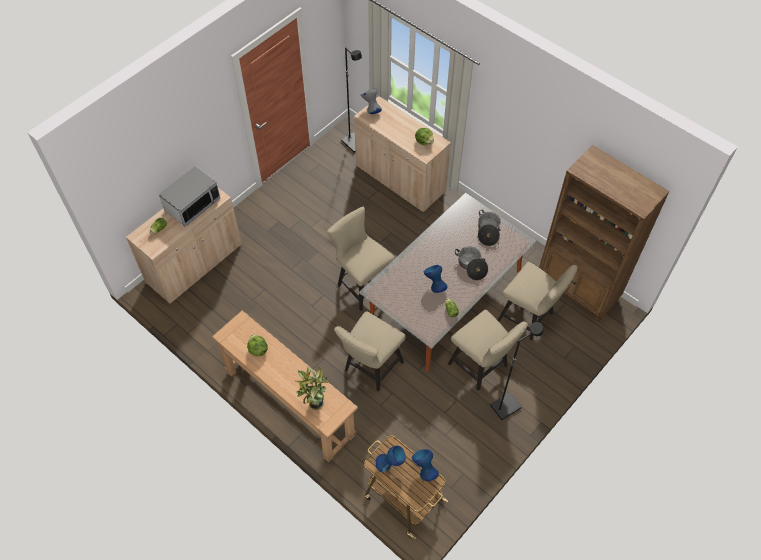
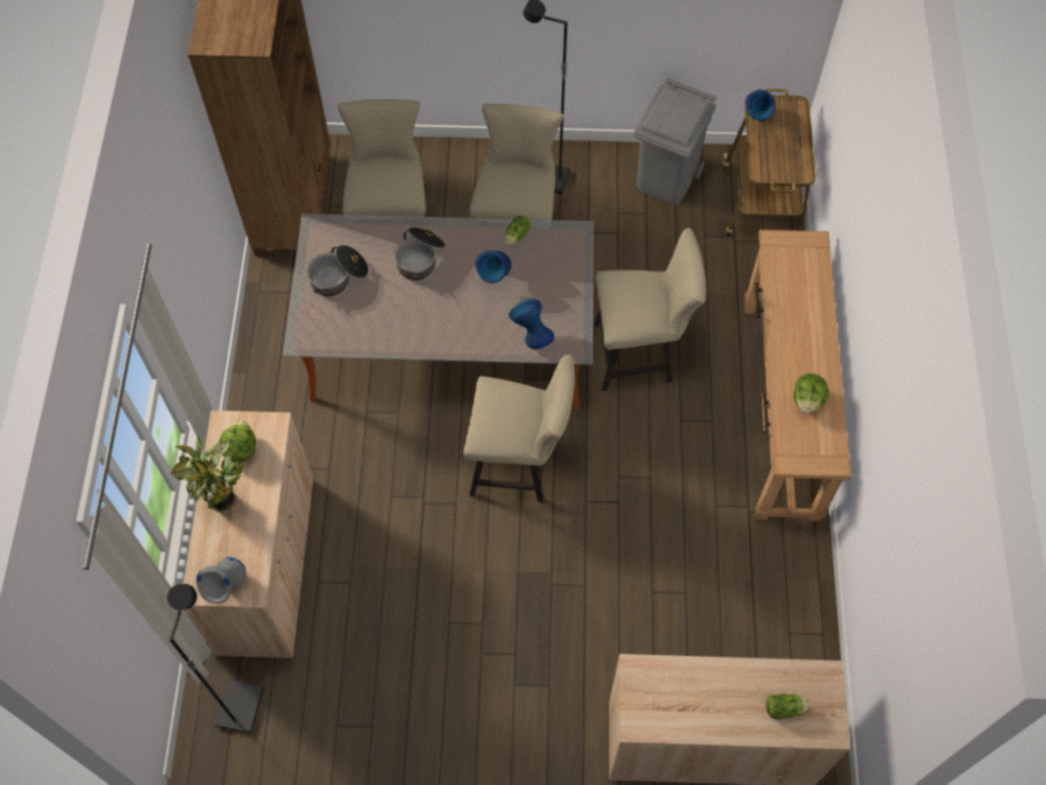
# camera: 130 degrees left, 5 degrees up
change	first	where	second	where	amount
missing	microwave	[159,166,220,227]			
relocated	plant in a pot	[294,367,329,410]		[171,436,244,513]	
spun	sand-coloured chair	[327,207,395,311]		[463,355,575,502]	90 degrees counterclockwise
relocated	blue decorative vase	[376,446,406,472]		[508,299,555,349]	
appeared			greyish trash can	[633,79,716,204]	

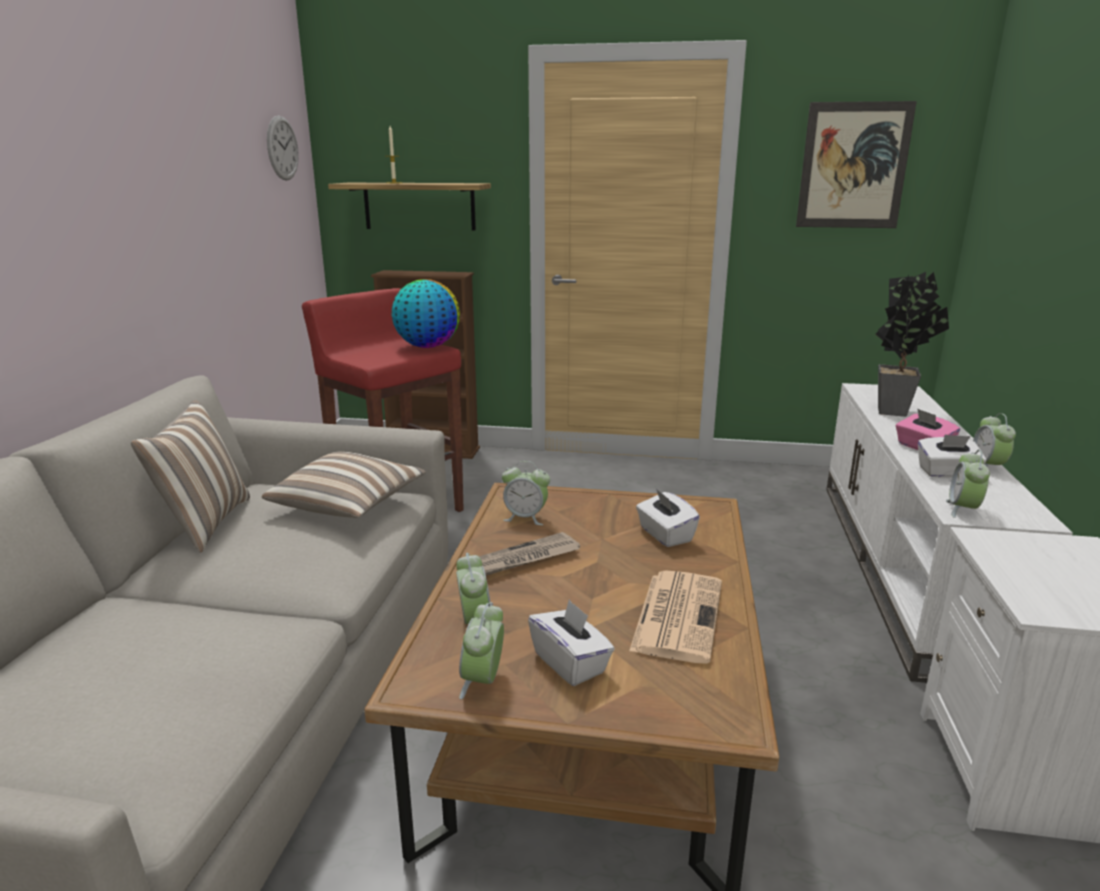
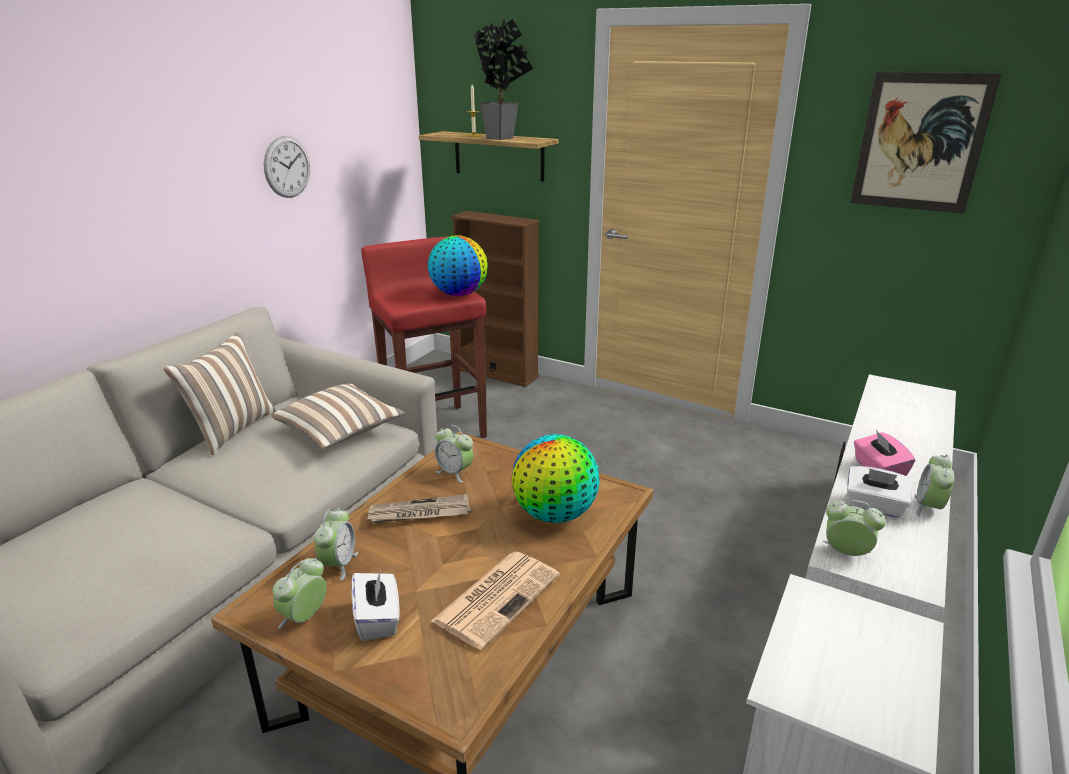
# camera: 20 degrees right, 5 degrees up
change	first	where	second	where	amount
relocated	clock on the wall	[267,115,299,181]		[264,136,310,198]	
exchanged	whitish box of tissues	[636,490,700,547]	world globe	[512,434,600,523]	
relocated	plant in a pot	[876,272,949,417]		[474,19,533,140]	
spun	table clock	[946,449,990,518]		[823,500,886,556]	75 degrees clockwise

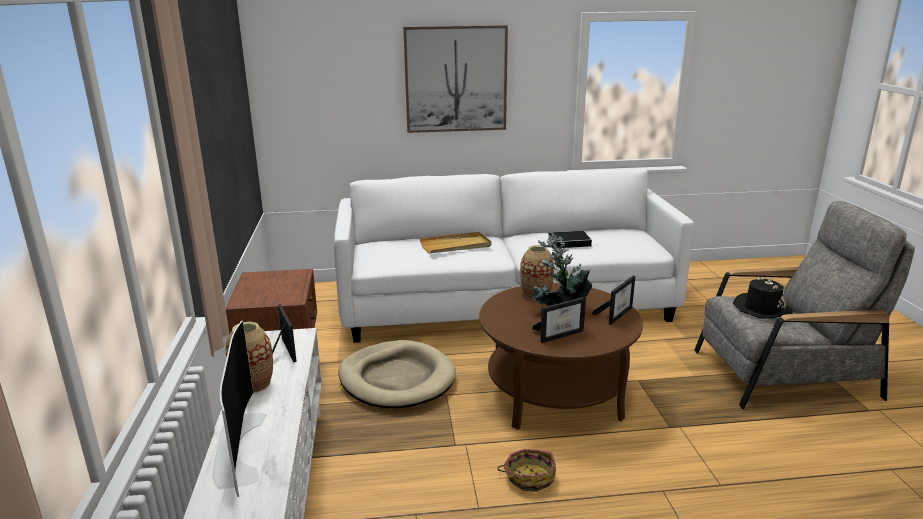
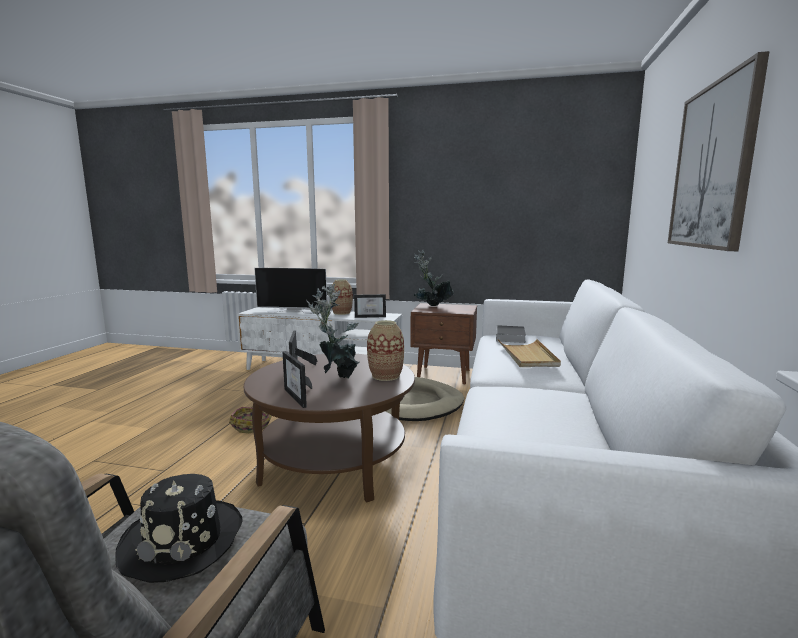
# camera: 110 degrees right, 10 degrees down
change	first	where	second	where	amount
relocated	book	[547,231,597,248]		[496,325,526,343]	
appeared			plant in a pot	[414,249,454,306]	

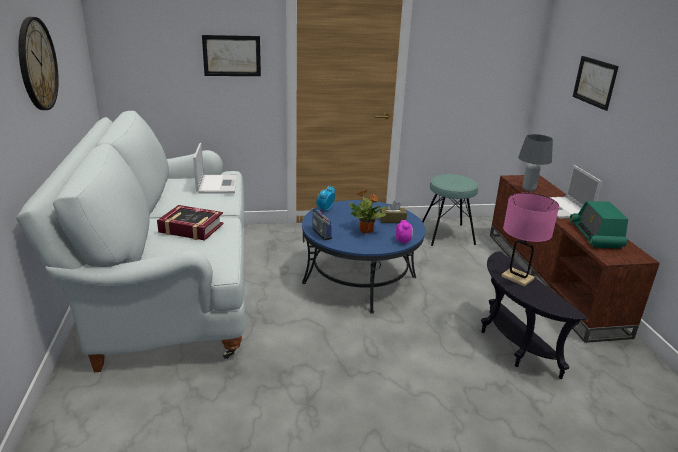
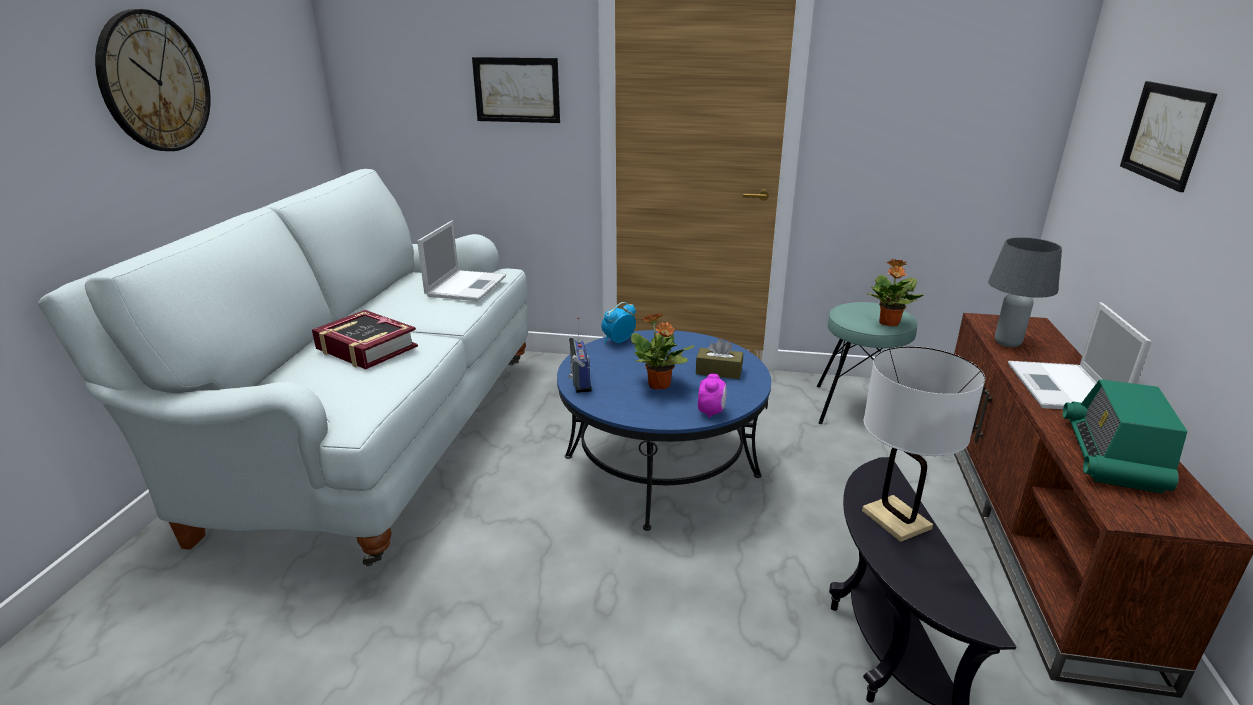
# camera: 20 degrees right, 0 degrees up
change	first	where	second	where	amount
colour	pinkish tabletop lamp	[501,193,559,287]	whitish tabletop lamp	[862,346,985,542]	
appeared			plant in a pot	[867,259,925,327]	

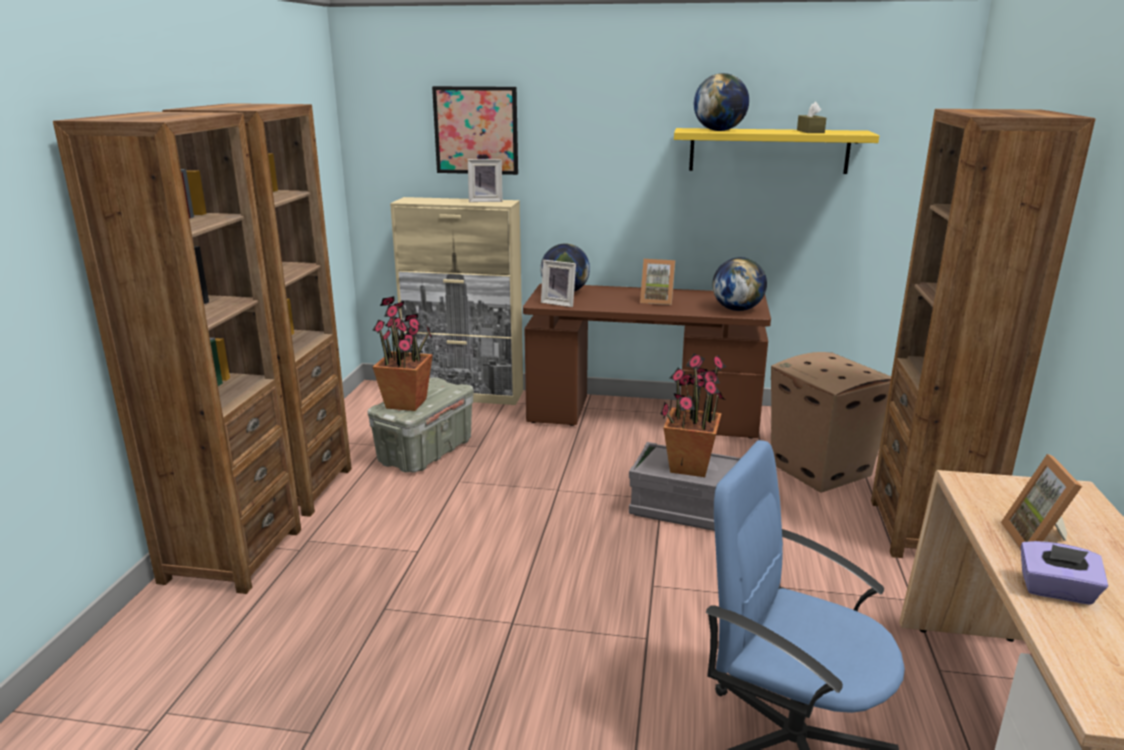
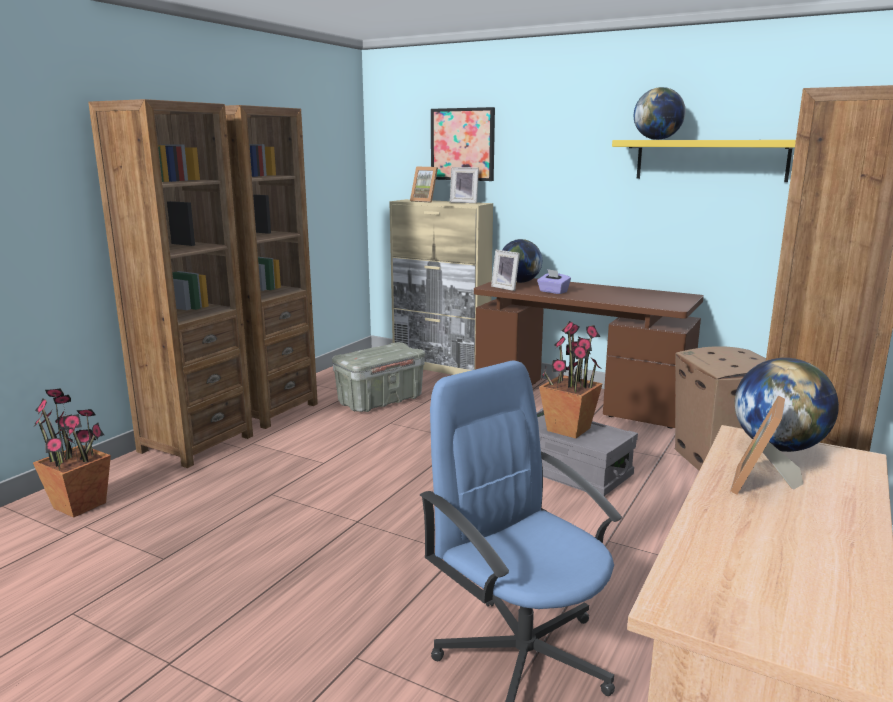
# camera: 20 degrees right, 5 degrees down
change	first	where	second	where	amount
relocated	plant in a pot	[372,296,433,411]		[32,388,111,518]	
relocated	standing frame	[640,259,675,305]		[410,167,438,203]	
relocated	world globe	[712,257,767,311]		[735,358,839,452]	
missing	brownish box of tissues	[797,102,826,133]			
relocated	purple box of tissues	[1021,541,1108,605]		[537,269,571,294]	

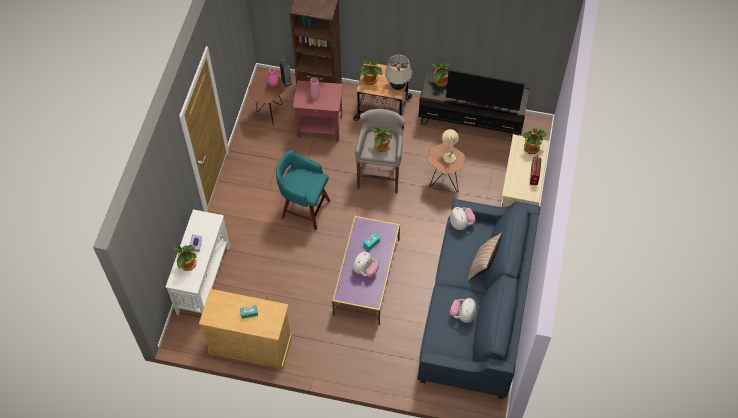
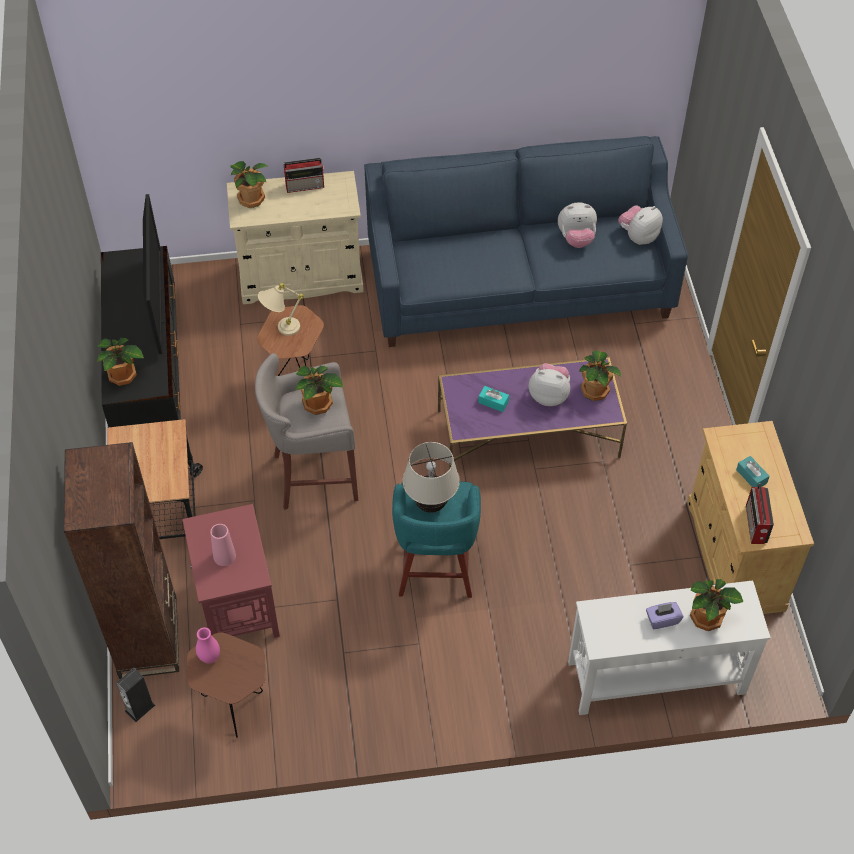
# camera: 110 degrees left, 5 degrees down
change	first	where	second	where	amount
relocated	plant in a pot	[360,59,382,85]		[579,350,621,401]	
relocated	sand-coloured tabletop lamp	[385,55,412,90]		[403,442,460,513]	
relocated	soft toy	[450,207,476,230]		[618,205,663,245]	
missing	pillow	[468,233,502,281]			
appeared			radio receiver	[746,483,774,544]	

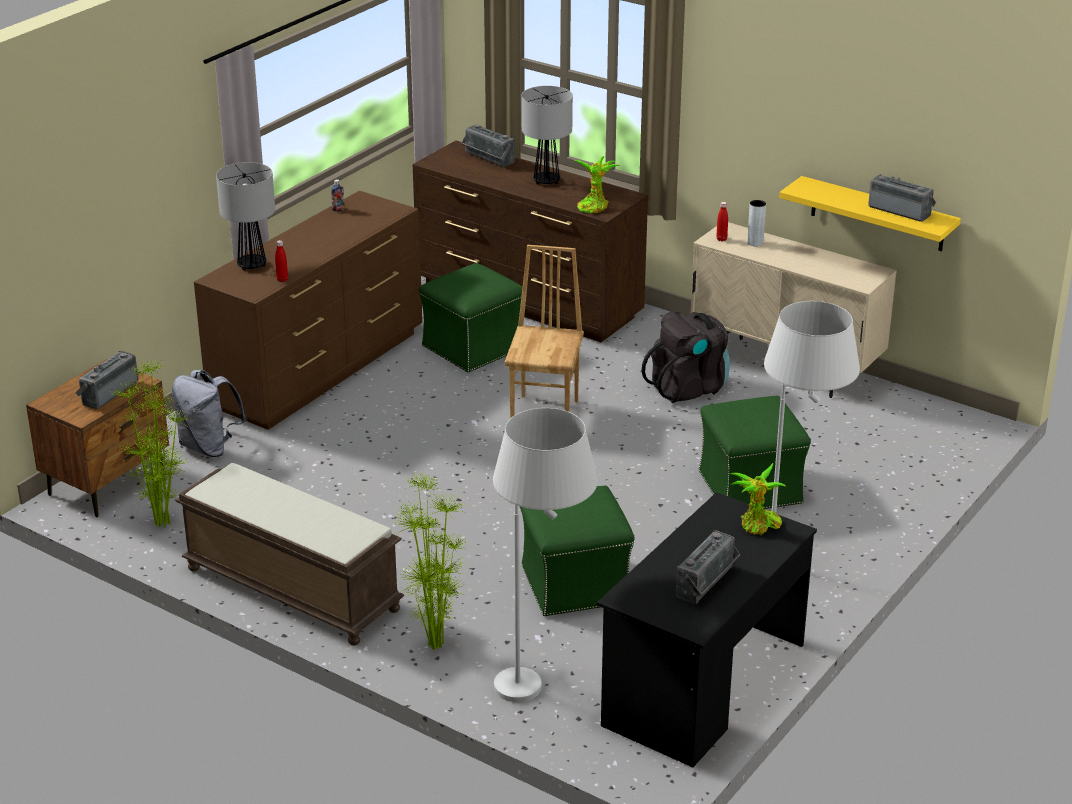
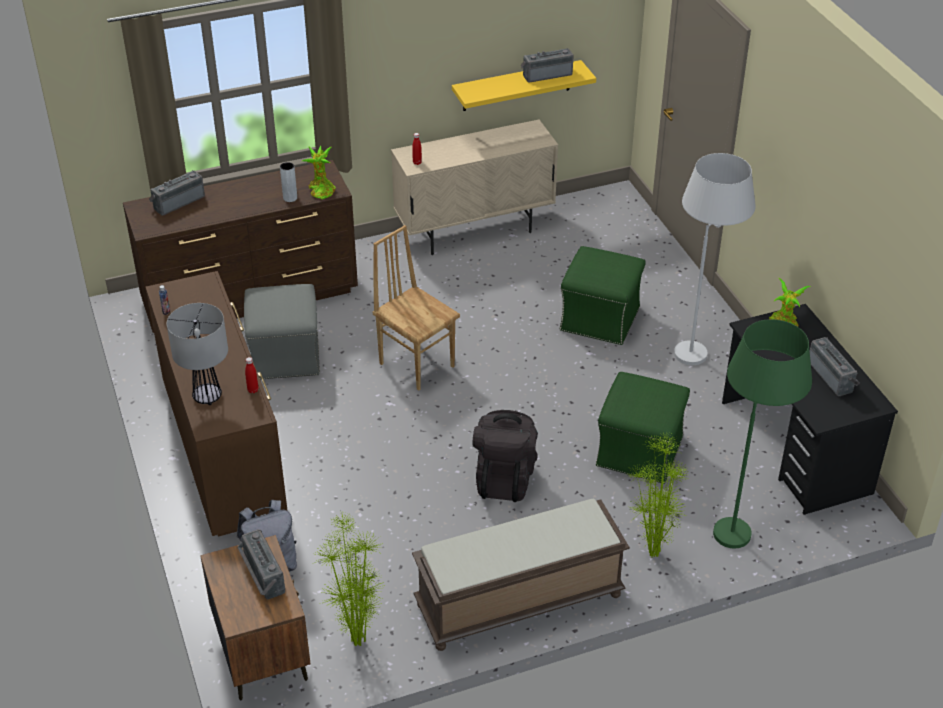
# camera: 55 degrees left, 10 degrees up
change	first	where	second	where	amount
colour	greenish footrest	[419,263,523,373]	greyish footrest	[244,284,320,380]	
spun	radio receiver	[461,124,515,167]		[149,170,205,216]	150 degrees clockwise
colour	whitish standard lamp	[493,408,598,702]	greenish standard lamp	[713,319,812,548]	
missing	tabletop lamp	[521,86,573,184]			
relocated	blackish knapsack	[641,312,730,403]		[472,410,538,502]	
relocated	greyish decorative vase	[747,200,766,246]		[280,162,297,202]	

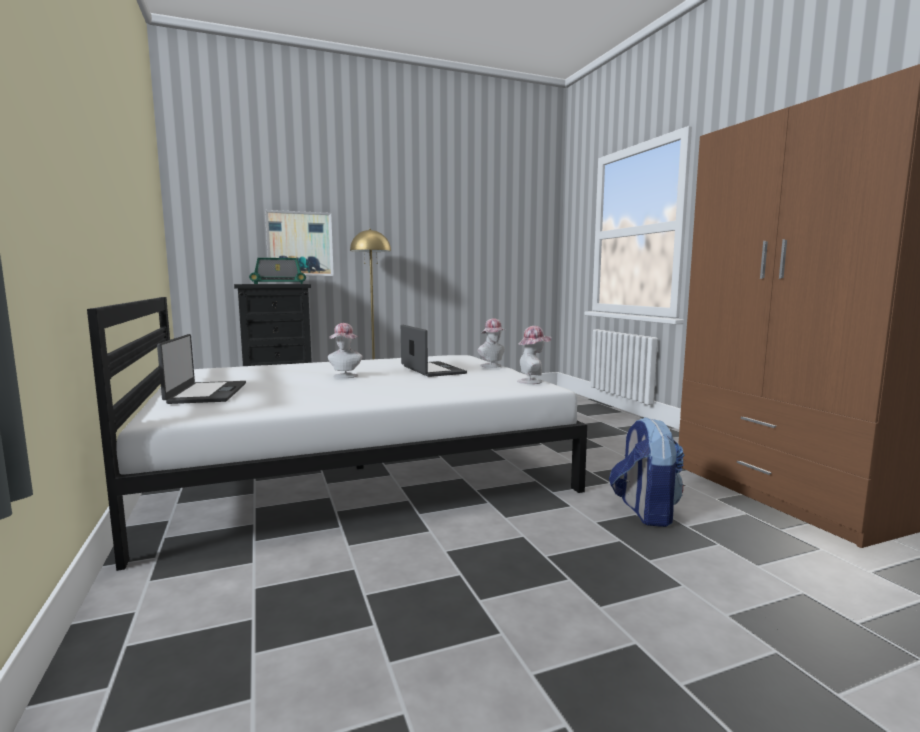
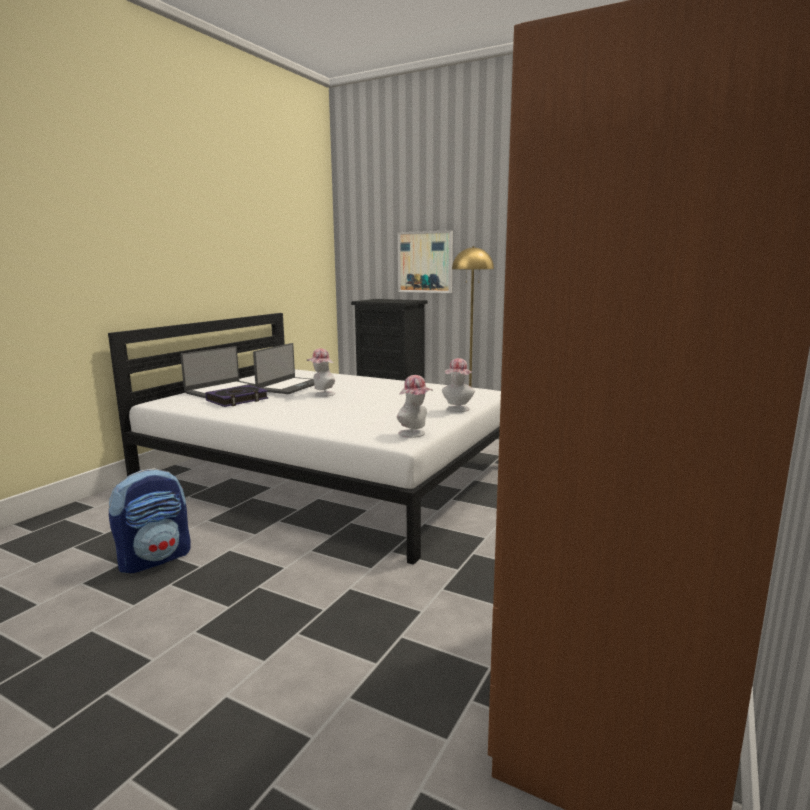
# camera: 50 degrees right, 5 degrees up
change	first	where	second	where	amount
missing	radio receiver	[249,258,306,284]			
relocated	portable computer	[401,325,467,377]		[253,343,314,394]	
relocated	knapsack	[609,417,685,527]		[109,468,191,573]	
appeared			book	[205,385,268,407]	

